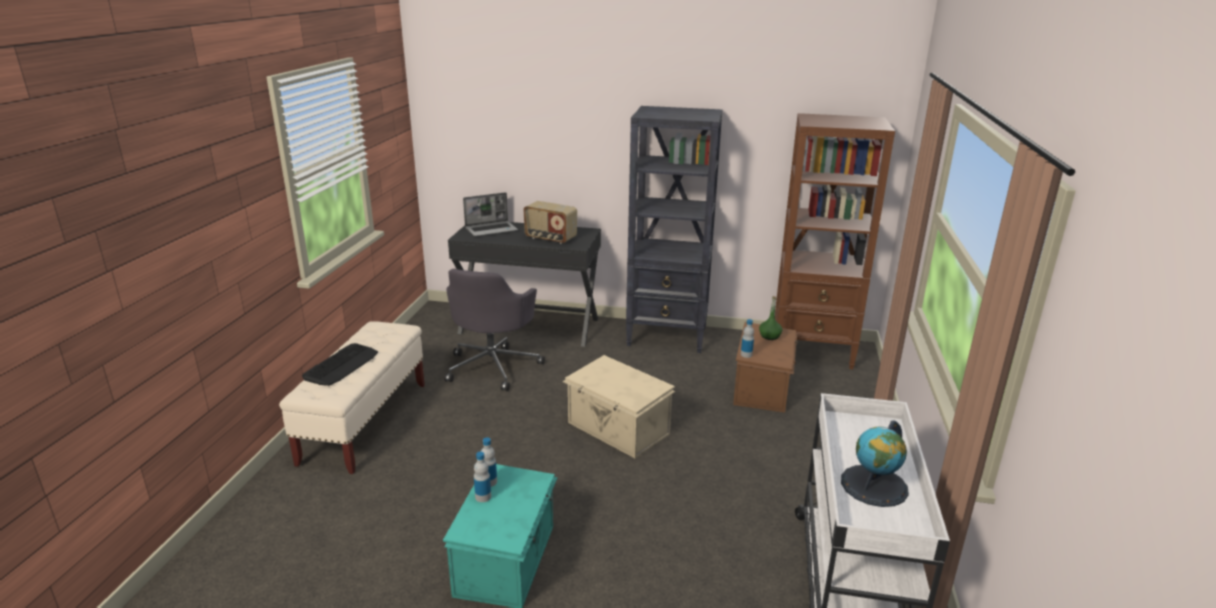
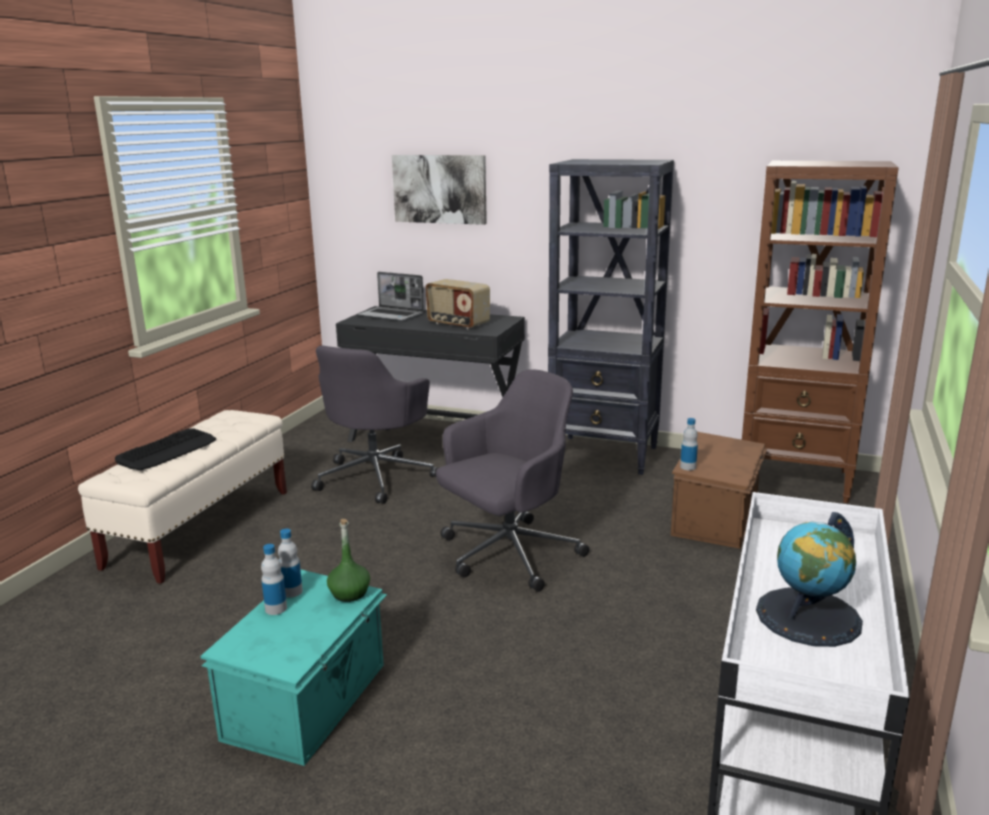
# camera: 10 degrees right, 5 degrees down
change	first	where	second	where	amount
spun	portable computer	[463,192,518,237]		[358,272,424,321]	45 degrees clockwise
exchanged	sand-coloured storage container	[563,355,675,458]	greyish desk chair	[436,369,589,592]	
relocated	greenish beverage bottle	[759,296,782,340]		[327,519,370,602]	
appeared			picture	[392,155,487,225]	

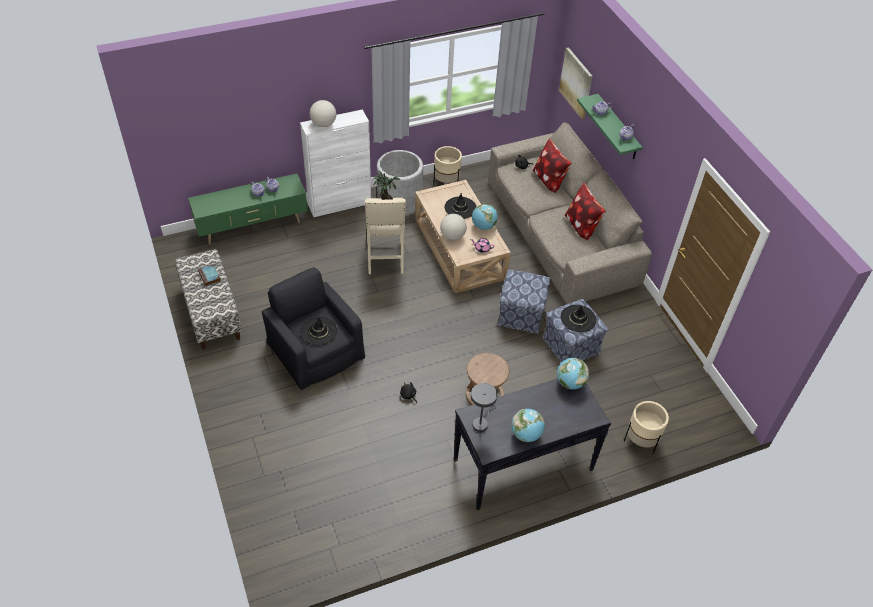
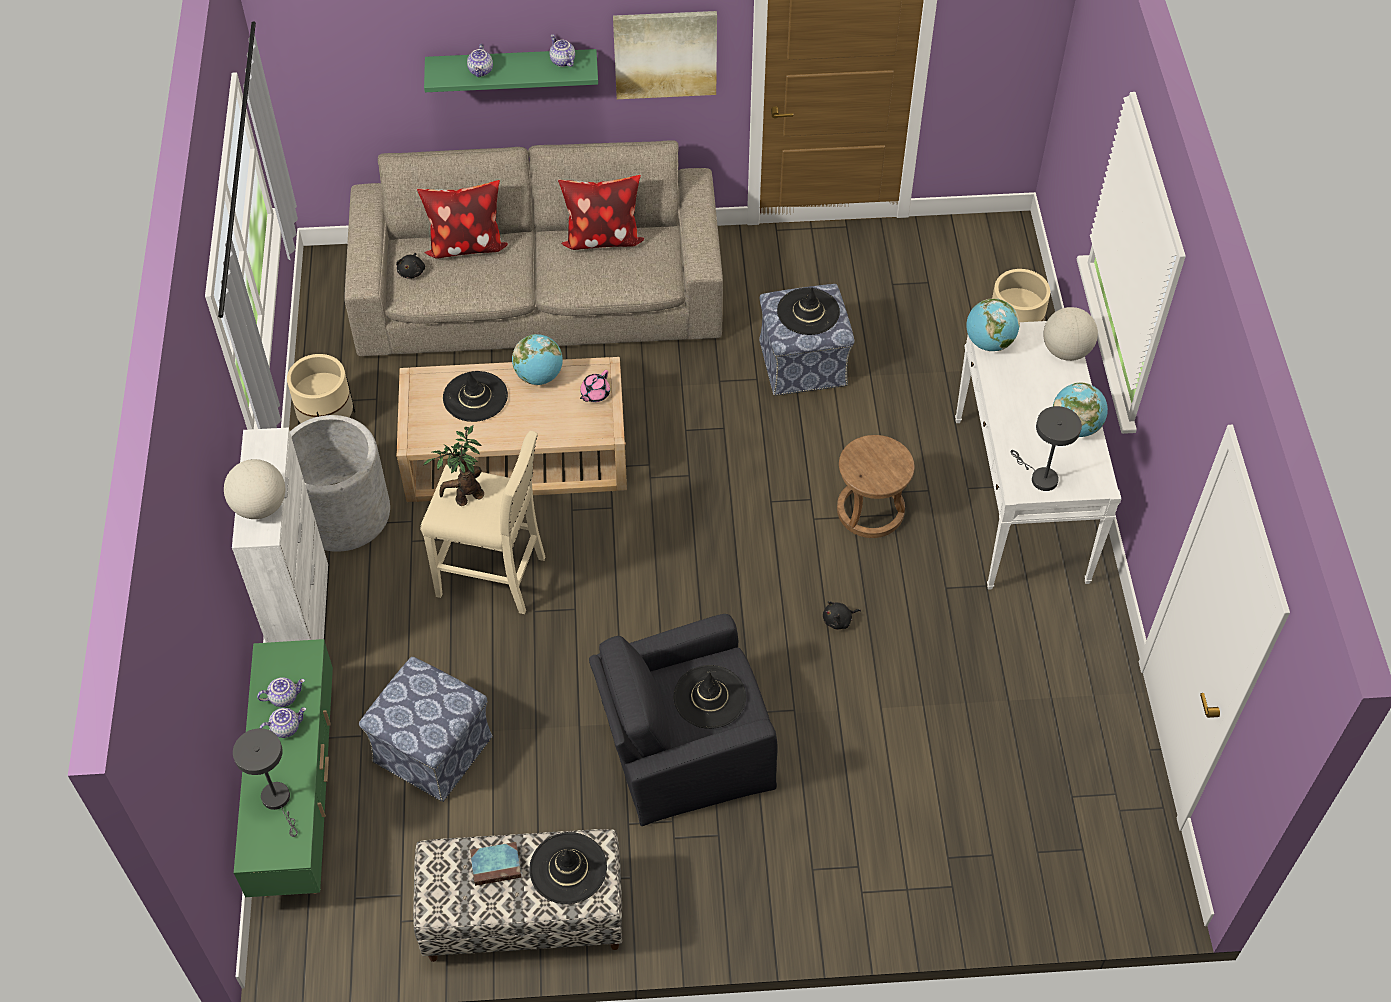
# camera: 70 degrees left, 5 degrees up
change	first	where	second	where	amount
relocated	world globe	[440,214,467,240]		[1043,307,1098,361]	
colour	blackish narrow table	[453,379,611,510]	whitish narrow table	[955,321,1121,590]	
relocated	footrest	[498,270,550,334]		[359,657,493,802]	
relocated	picture	[559,47,593,119]		[613,11,717,99]	
appeared			greyish tabletop lamp	[233,728,298,837]	
appeared			blackish wearable hat	[529,832,607,904]	

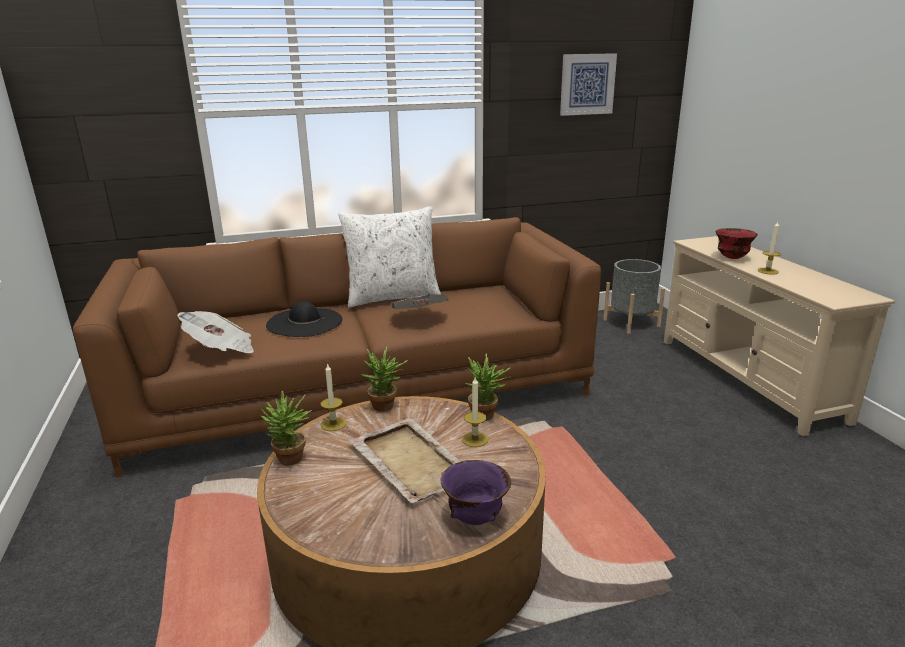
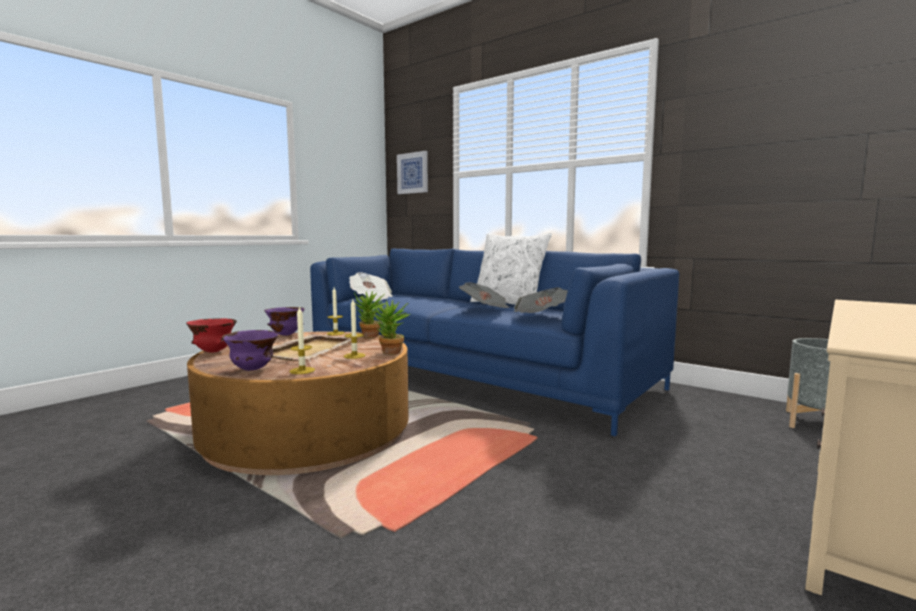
# camera: 55 degrees right, 15 degrees down
change	first	where	second	where	amount
colour	brownish sofa	[73,217,601,478]	blue sofa	[310,248,679,436]	
exchanged	plant in a pot	[259,390,312,465]	purple serving bowl	[264,307,305,336]	
missing	blackish wearable hat	[266,301,343,337]			
relocated	picture	[560,53,617,116]		[397,151,428,194]	
relocated	red-coloured serving bowl	[716,228,758,259]		[186,318,237,353]	
relocated	candle	[758,222,781,275]		[290,306,315,374]	
appeared			daily paper	[514,287,568,313]	

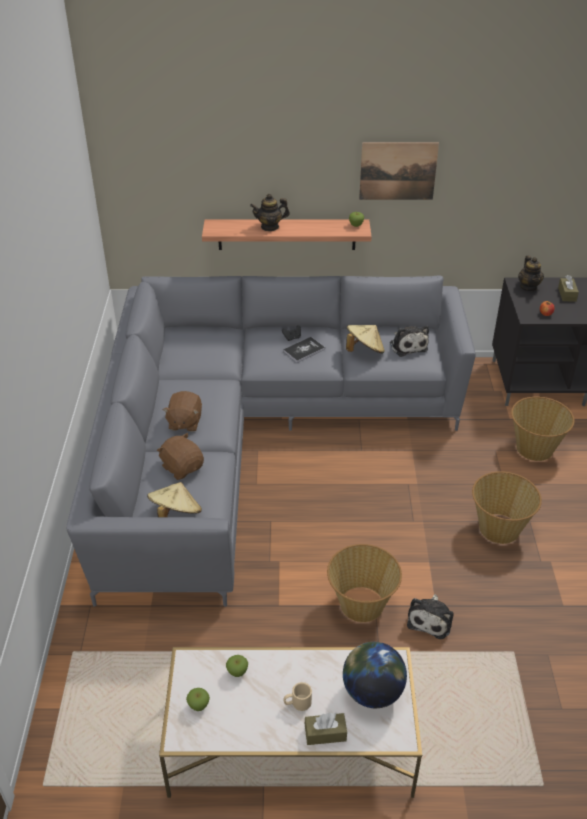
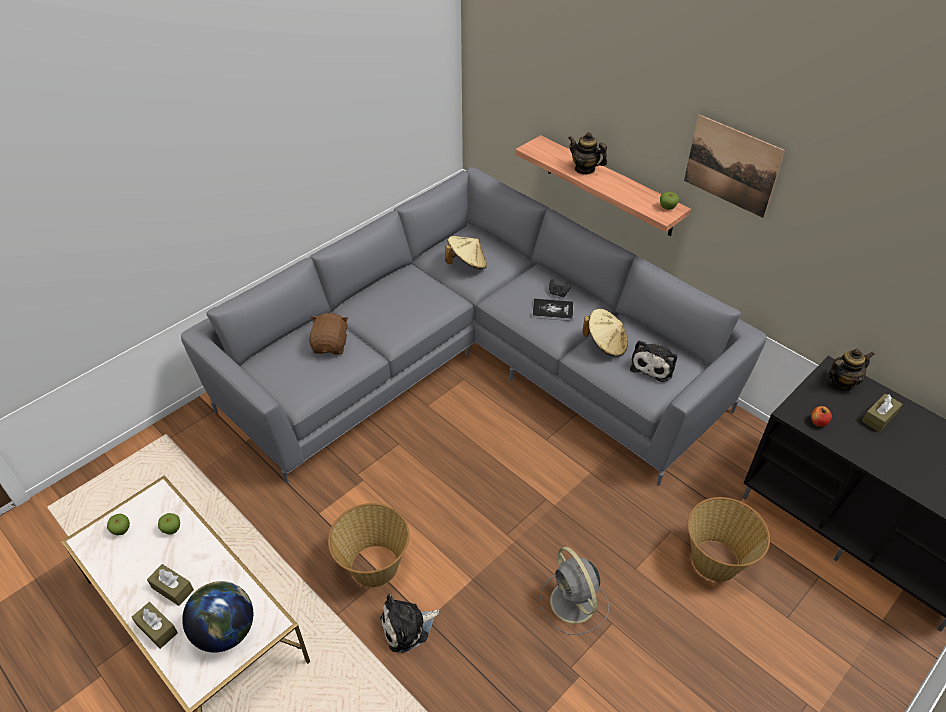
# camera: 45 degrees right, 5 degrees up
change	first	where	second	where	amount
relocated	sand-coloured wearable hat	[147,482,202,517]		[445,236,487,270]	
missing	brownish soft toy	[163,391,202,432]			
exchanged	sand-coloured tea mug	[283,682,312,711]	brownish box of tissues	[147,564,194,606]	
exchanged	storage basket	[472,471,542,544]	greyish cooling fan	[540,547,609,635]	
spun	pot for tea	[518,256,544,292]		[826,349,875,390]	150 degrees counterclockwise

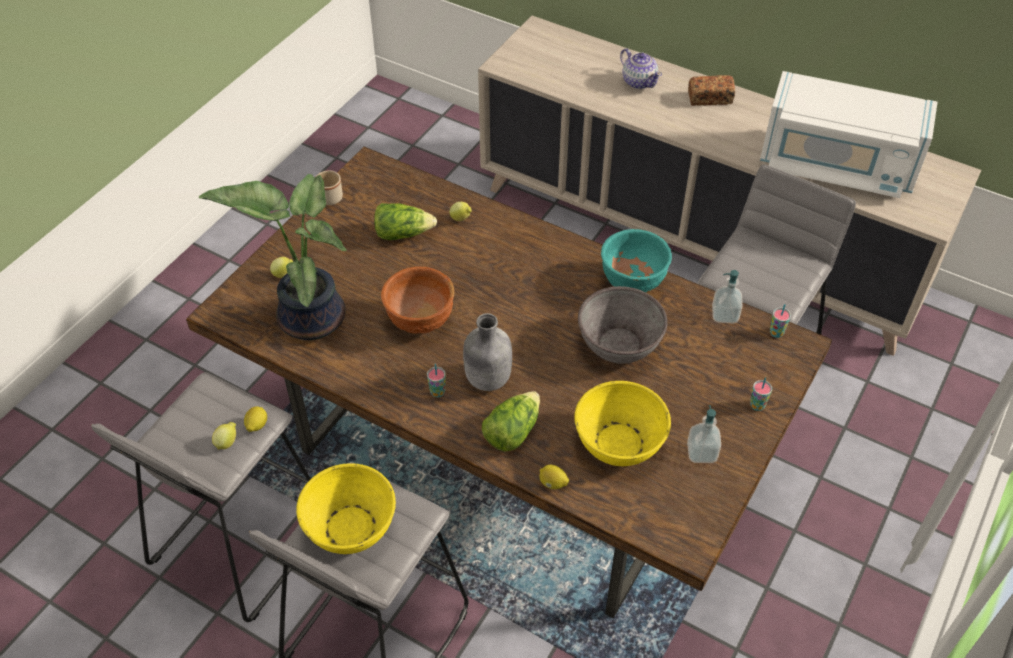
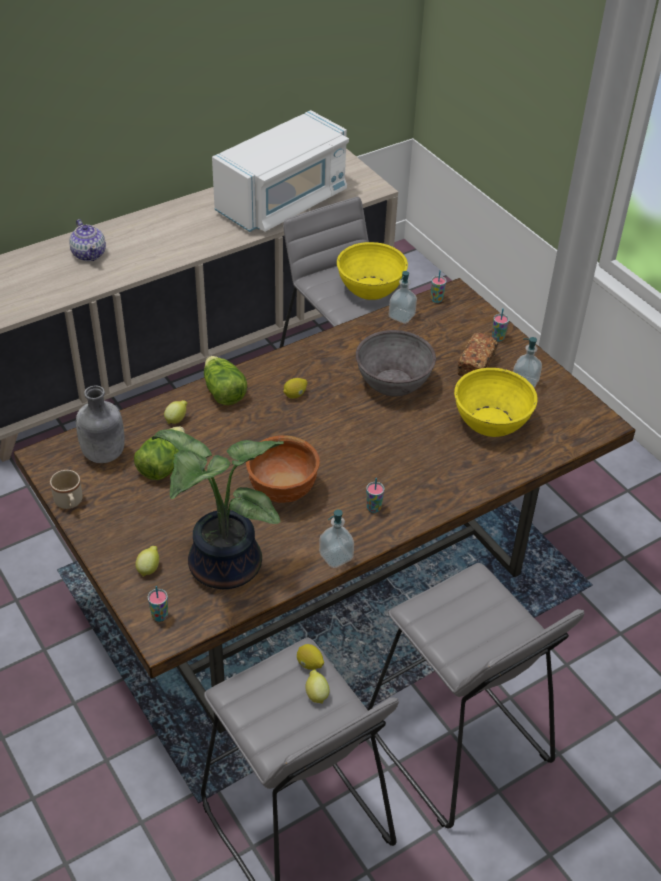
# camera: 65 degrees left, 5 degrees down
change	first	where	second	where	amount
relocated	yellow serving bowl	[296,463,396,554]		[337,242,408,300]	
relocated	greyish beverage bottle	[463,313,512,391]		[76,385,125,463]	
relocated	lettuce	[482,391,540,452]		[204,356,247,405]	
relocated	lemon	[539,465,569,489]		[283,378,307,399]	
missing	turquoise serving bowl	[601,229,672,292]			
spun	pot for tea	[620,48,662,89]		[69,219,106,261]	75 degrees clockwise
relocated	bakery bread	[688,75,735,106]		[457,332,498,376]	
appeared			small cup	[148,586,168,622]	
appeared			liquid soap bottle	[319,510,354,568]	

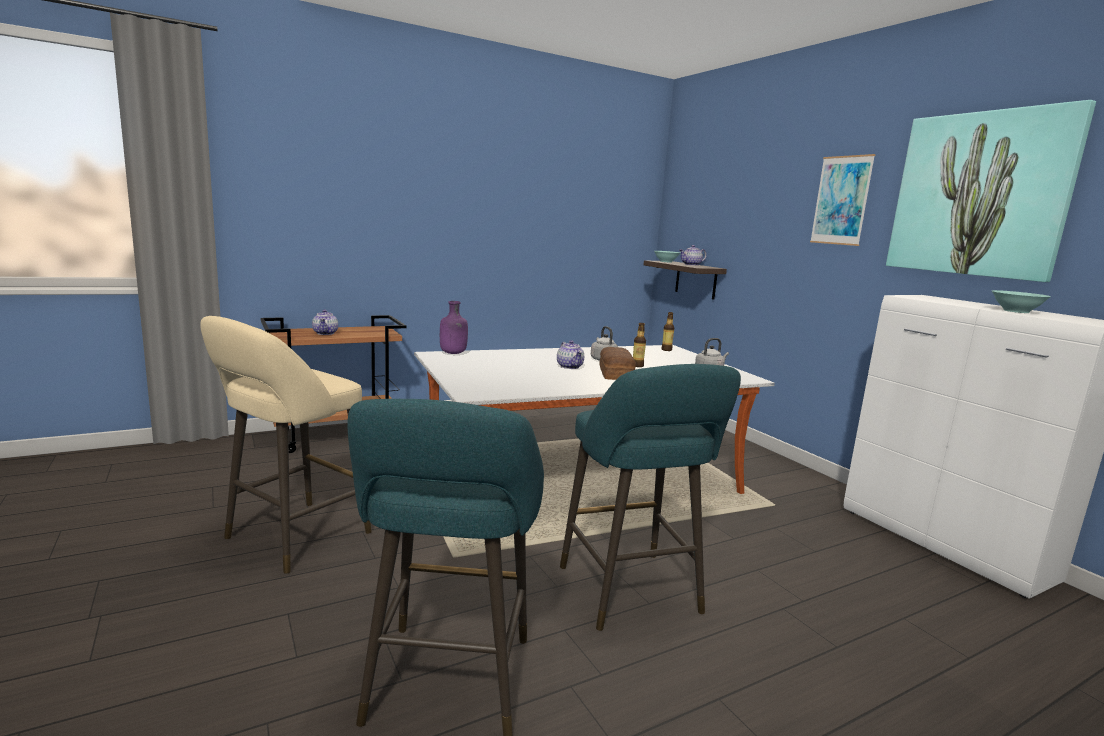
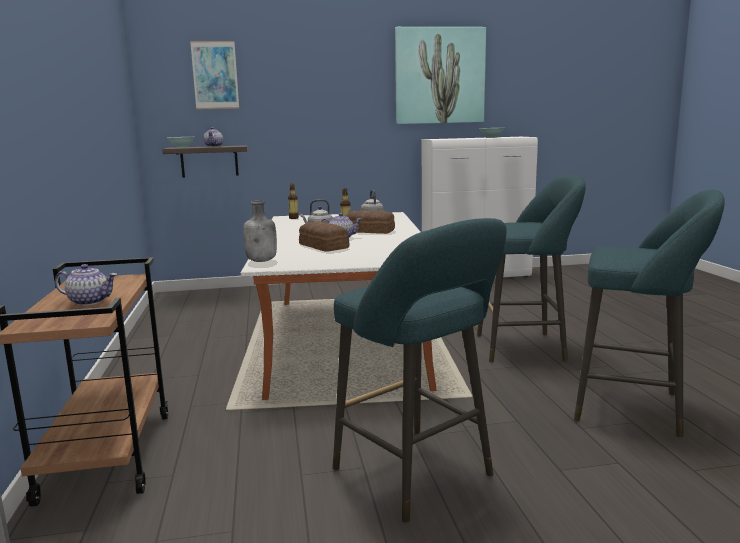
# camera: 70 degrees left, 0 degrees up
change	first	where	second	where	amount
colour	sand-coloured sitting stool	[200,316,372,574]	turquoise sitting stool	[333,218,507,522]	
colour	purple beverage bottle	[440,301,468,354]	greyish beverage bottle	[243,200,277,262]	
relocated	picture	[810,154,876,246]		[190,41,239,109]	
appeared			bakery bread	[299,222,349,251]	

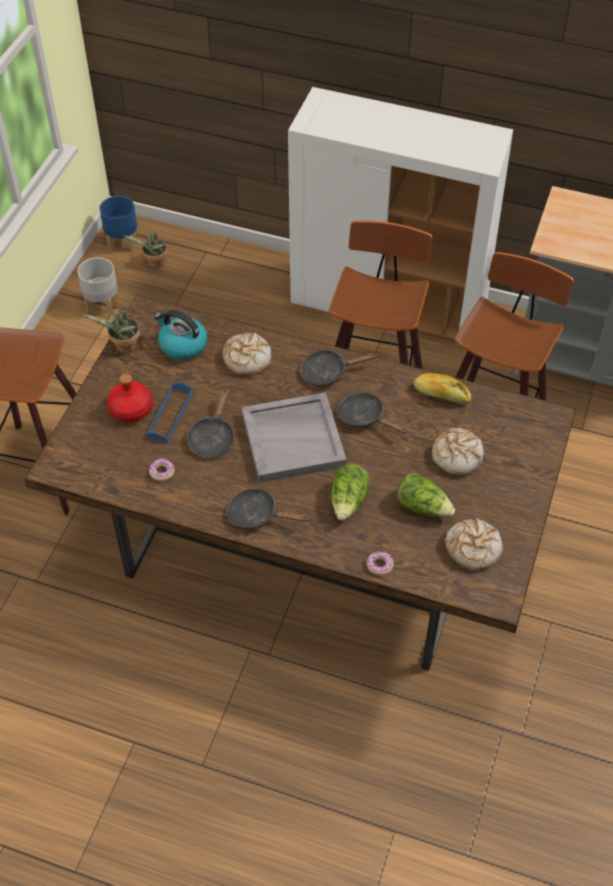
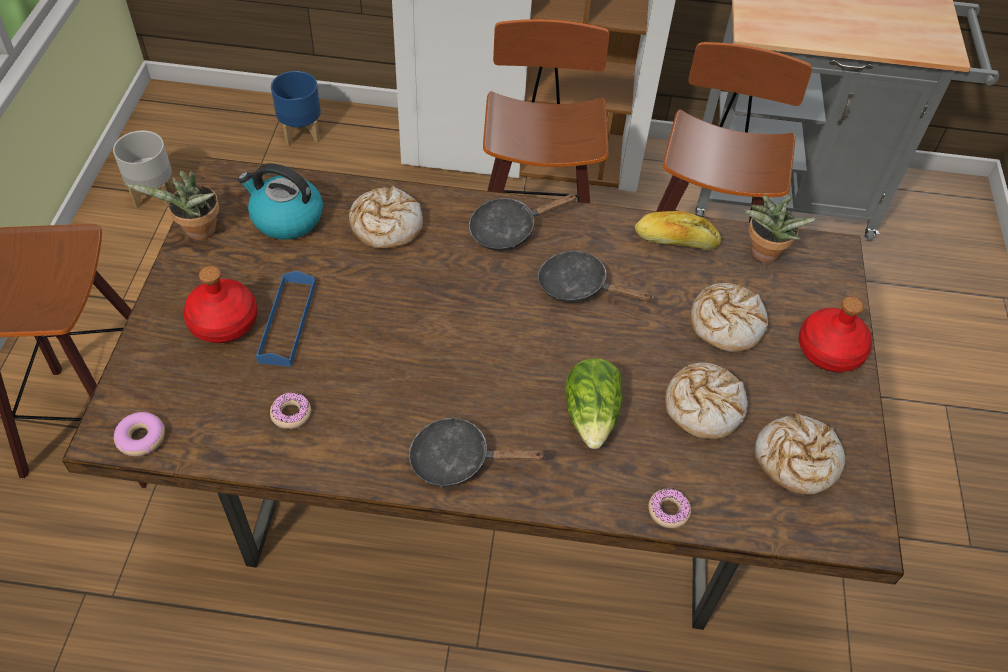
# camera: 15 degrees left, 0 degrees up
change	first	where	second	where	amount
relocated	blue planter	[100,196,137,251]		[271,71,321,146]	
relocated	plant in a pot	[124,231,167,268]		[743,195,819,263]	
missing	blackish skillet	[187,389,234,458]			
missing	greyish serving tray	[242,393,346,483]			
exchanged	lettuce	[397,473,455,517]	bakery bread	[665,363,748,439]	
appeared			donut	[114,412,165,456]	
appeared			red-coloured beverage bottle	[799,297,872,372]	

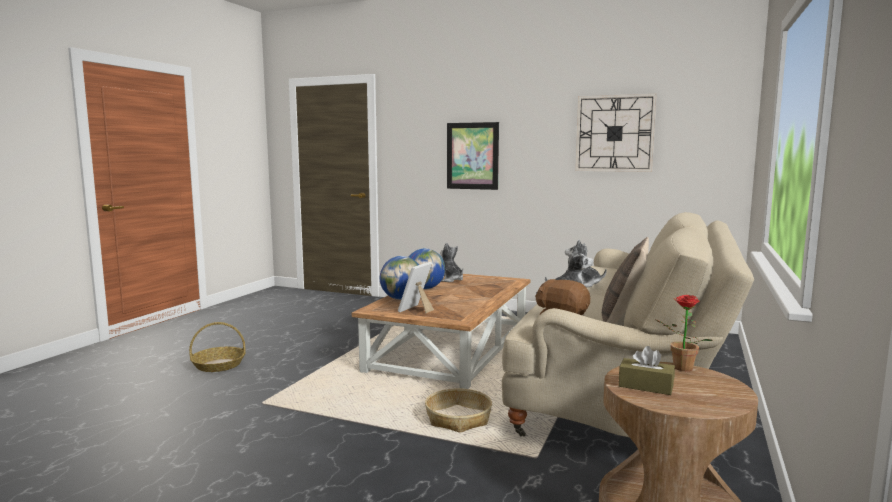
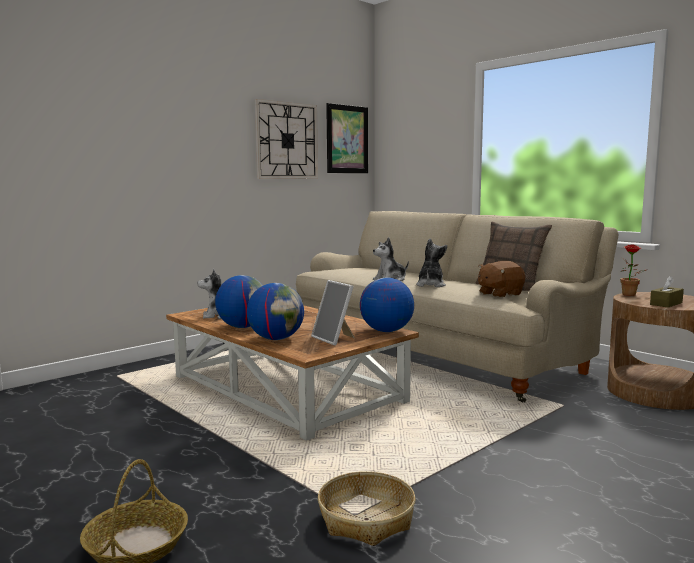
# camera: 65 degrees left, 0 degrees up
change	first	where	second	where	amount
relocated	storage basket	[425,388,492,432]		[318,471,415,546]	
relocated	picture	[447,122,499,190]		[326,103,368,173]	
appeared			world globe	[360,277,414,332]	

